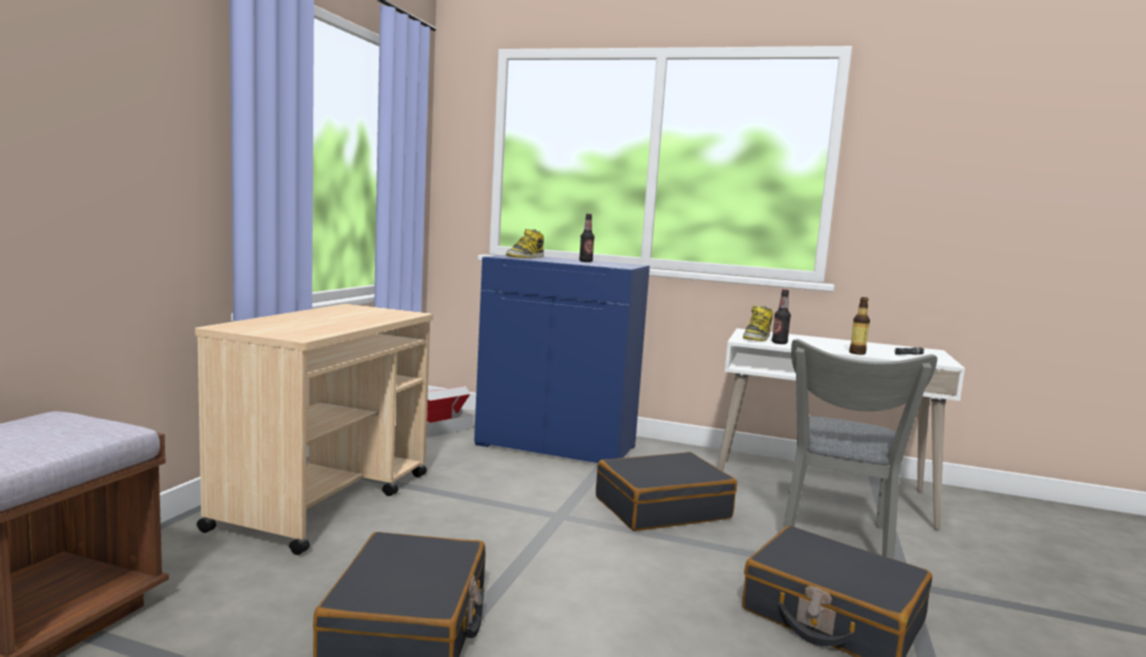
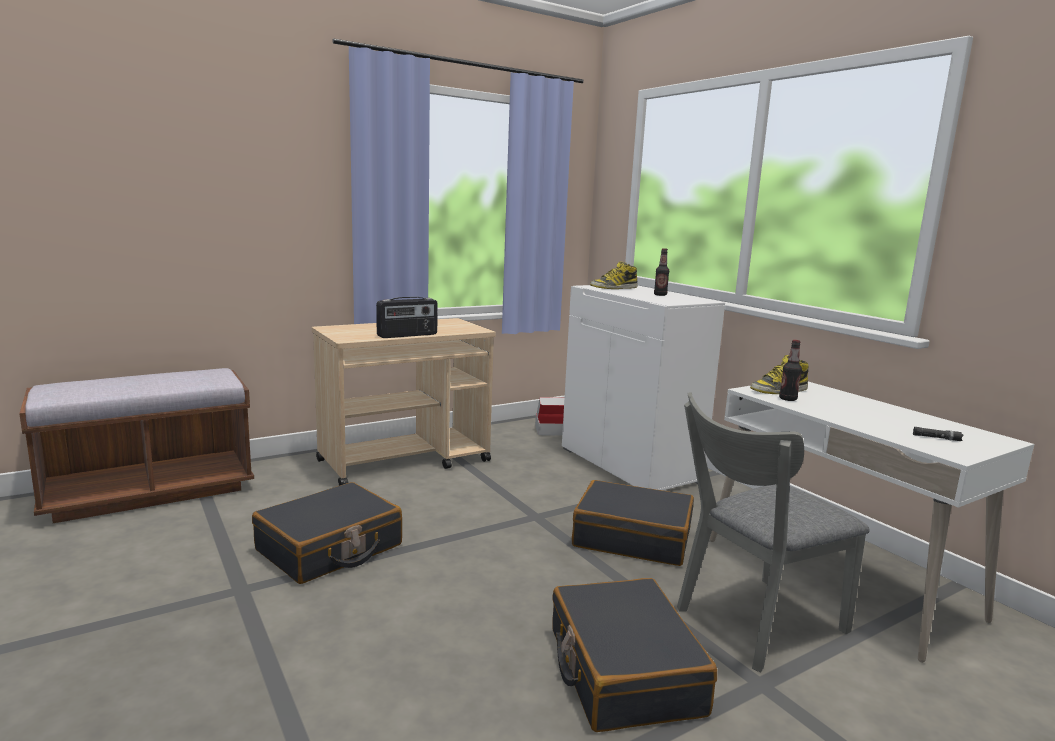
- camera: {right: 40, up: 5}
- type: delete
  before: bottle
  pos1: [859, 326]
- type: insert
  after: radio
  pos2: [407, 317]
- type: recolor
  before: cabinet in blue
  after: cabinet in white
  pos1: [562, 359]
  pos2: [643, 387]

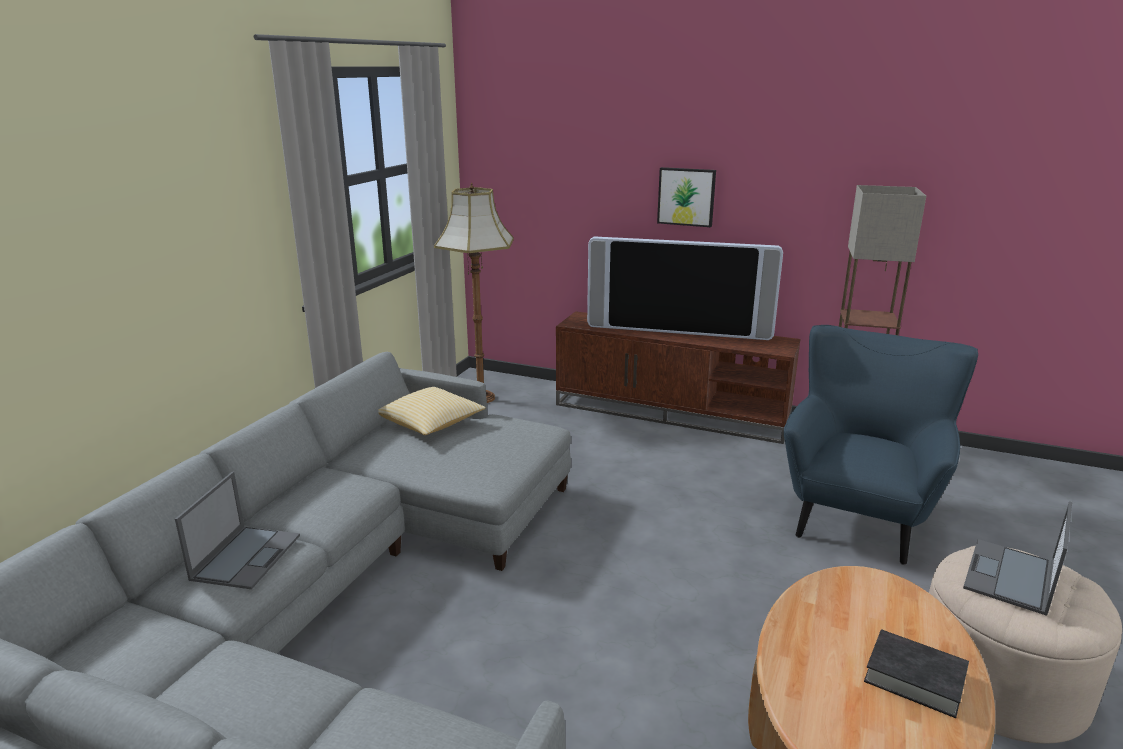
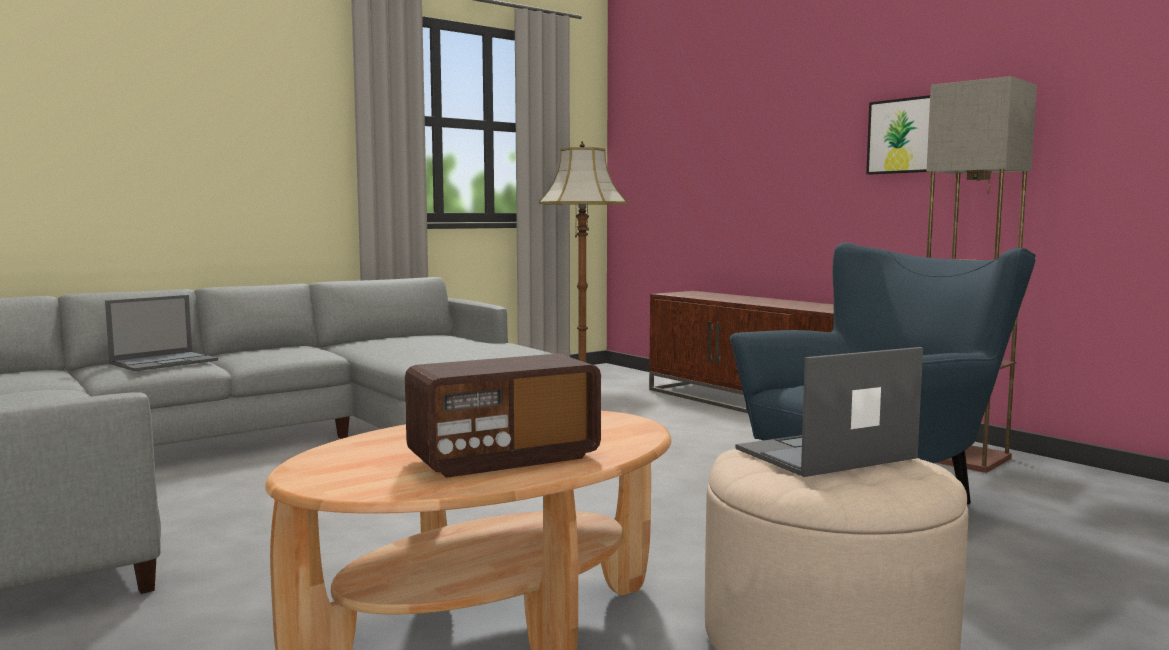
- camera: {right: 30, up: -15}
- type: delete
  before: pillow
  pos1: [432, 411]
- type: delete
  before: television
  pos1: [685, 288]
- type: move
  before: picture
  pos1: [686, 197]
  pos2: [898, 134]
- type: replace
  before: book in black
  after: radio
  pos1: [916, 673]
  pos2: [503, 416]

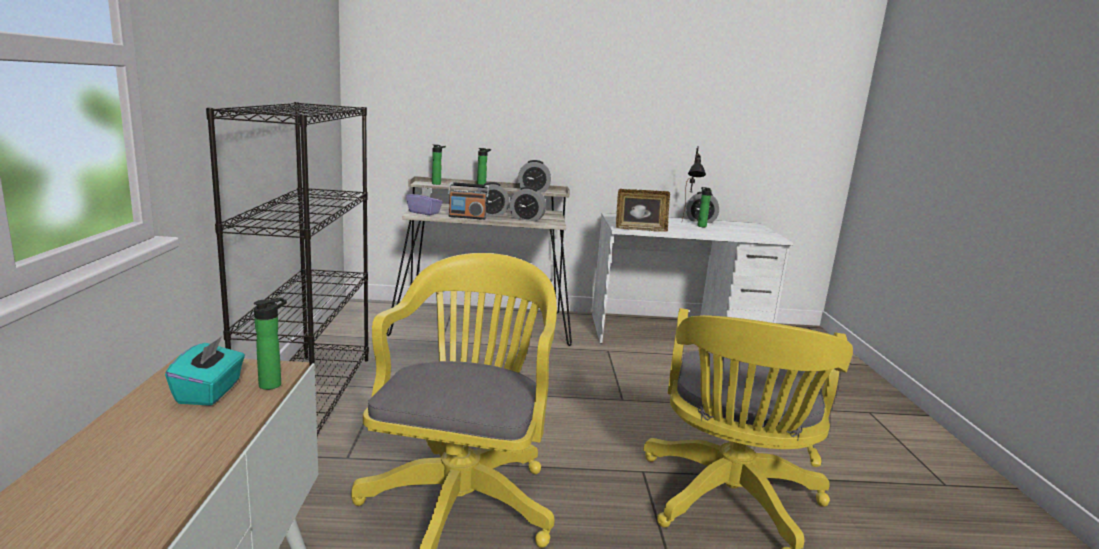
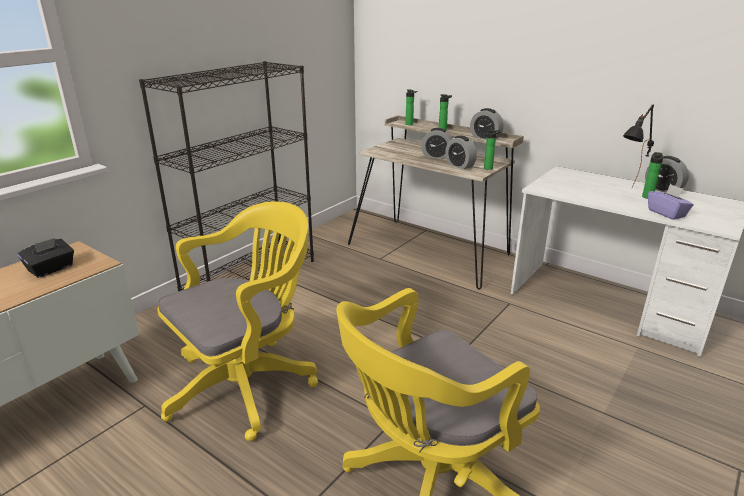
- camera: {right: 40, up: 10}
- type: delete
  before: radio
  pos1: [468, 201]
- type: delete
  before: picture frame
  pos1: [643, 210]
- type: move
  before: bottle
  pos1: [270, 343]
  pos2: [492, 150]
- type: move
  before: tissue box in purple
  pos1: [424, 201]
  pos2: [671, 202]
- type: recolor
  before: tissue box in turquoise
  after: tissue box in black
  pos1: [205, 371]
  pos2: [45, 258]

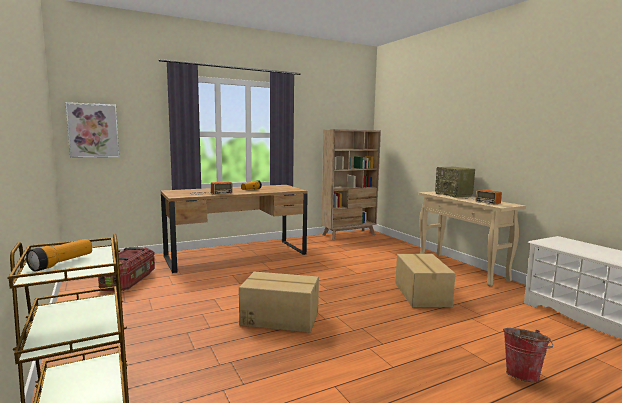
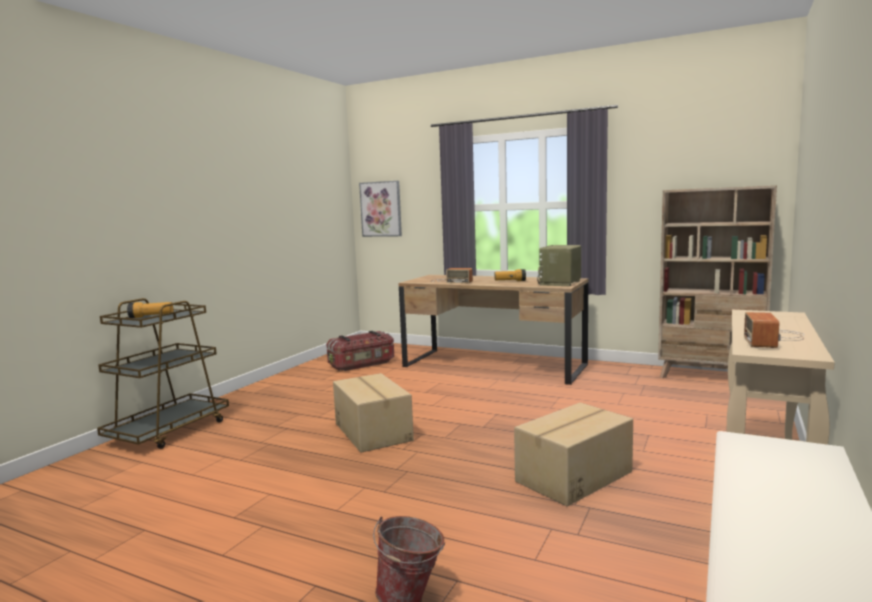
- camera: {right: 55, up: 0}
- type: move
  before: radio
  pos1: [455, 182]
  pos2: [559, 265]

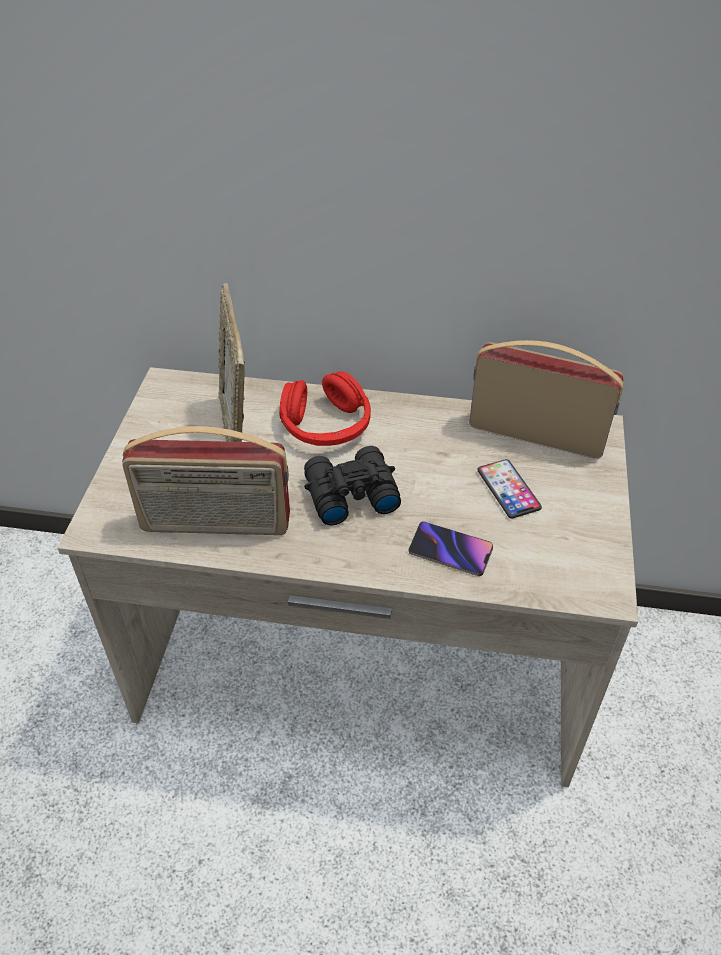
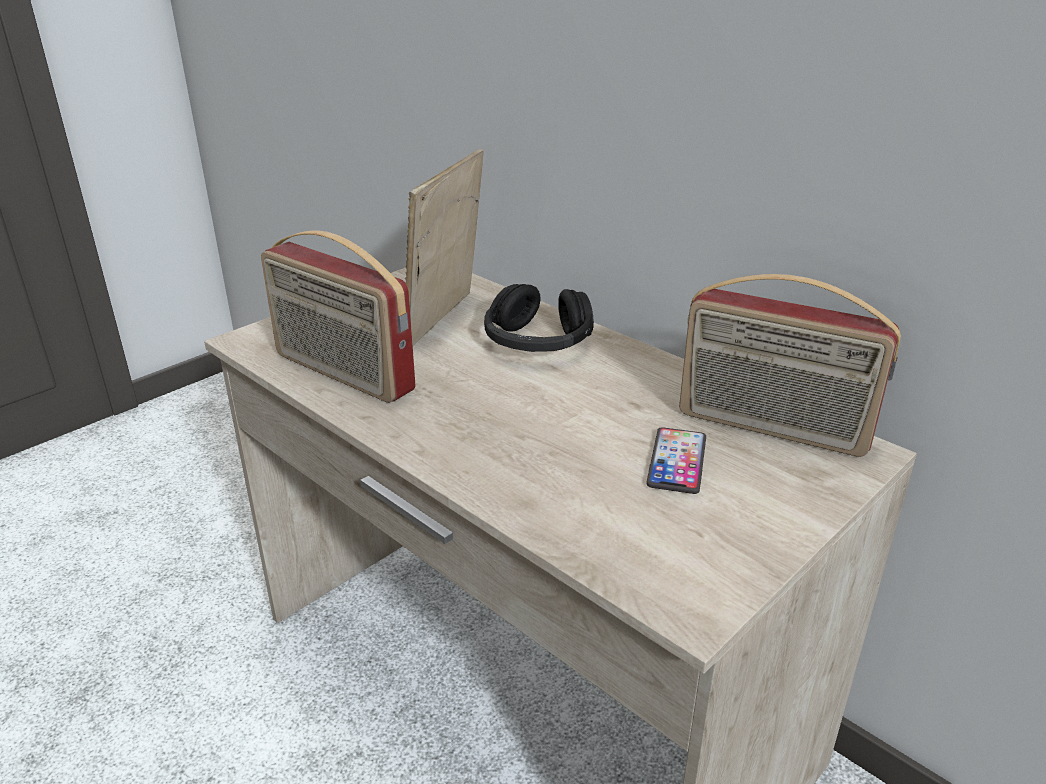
- camera: {right: 35, up: -15}
- type: delete
  before: binoculars in black
  pos1: [352, 486]
- type: delete
  before: phone
  pos1: [450, 548]
- type: recolor
  before: headphones in red
  after: headphones in black
  pos1: [325, 408]
  pos2: [539, 318]
- type: rotate
  before: radio
  pos1: [546, 399]
  pos2: [790, 365]
  turn: 150

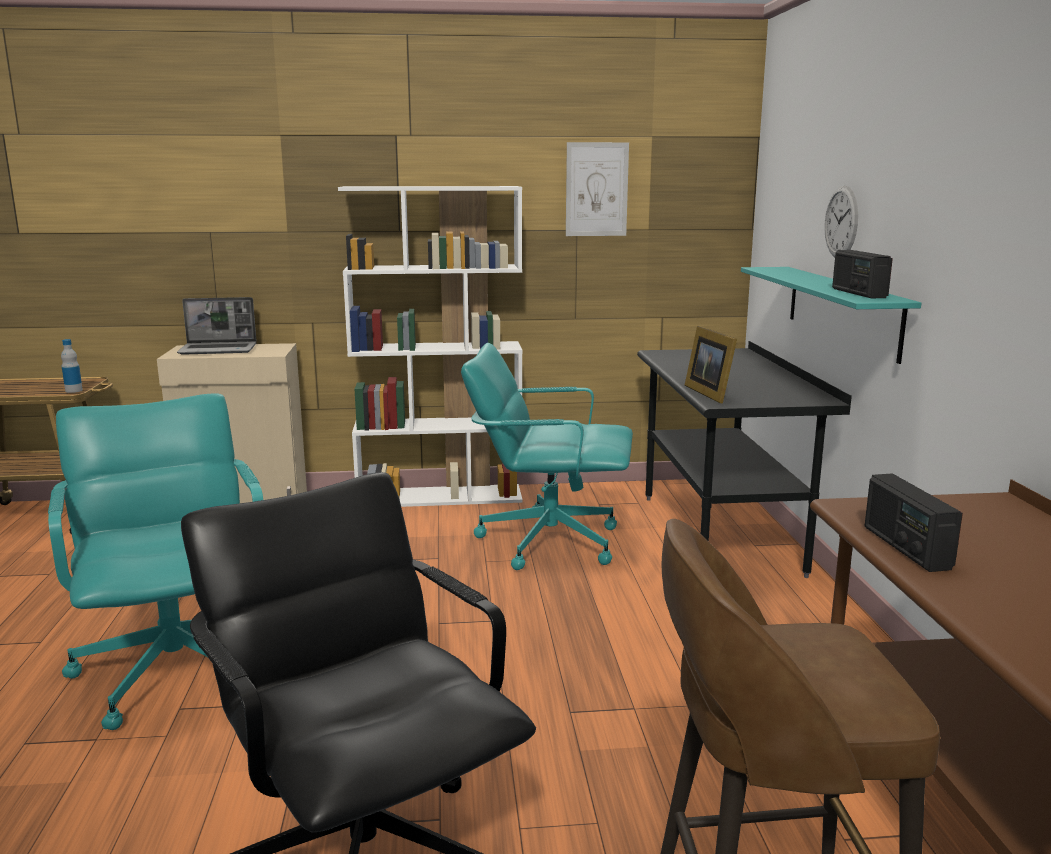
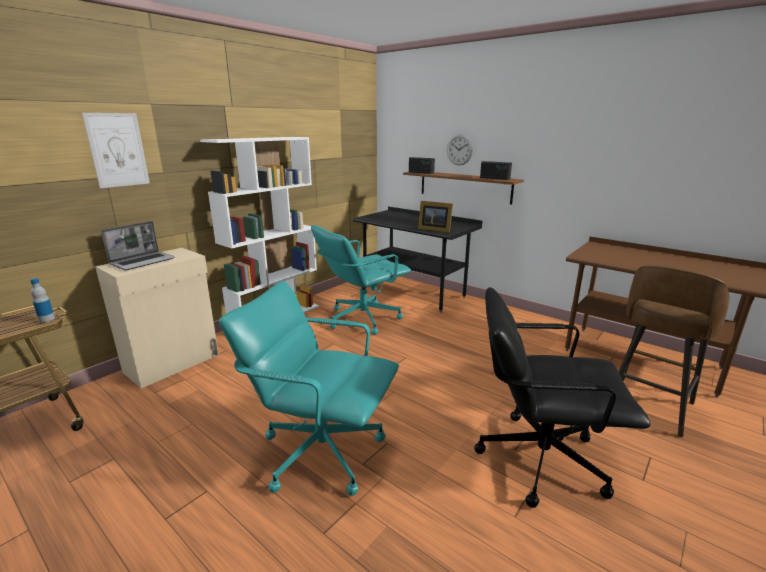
- camera: {right: -45, up: 5}
- type: move
  before: picture
  pos1: [597, 189]
  pos2: [116, 150]
- type: move
  before: radio
  pos1: [914, 523]
  pos2: [422, 165]
- type: recolor
  before: shelf in turquoise
  after: shelf in brown
  pos1: [831, 315]
  pos2: [463, 188]

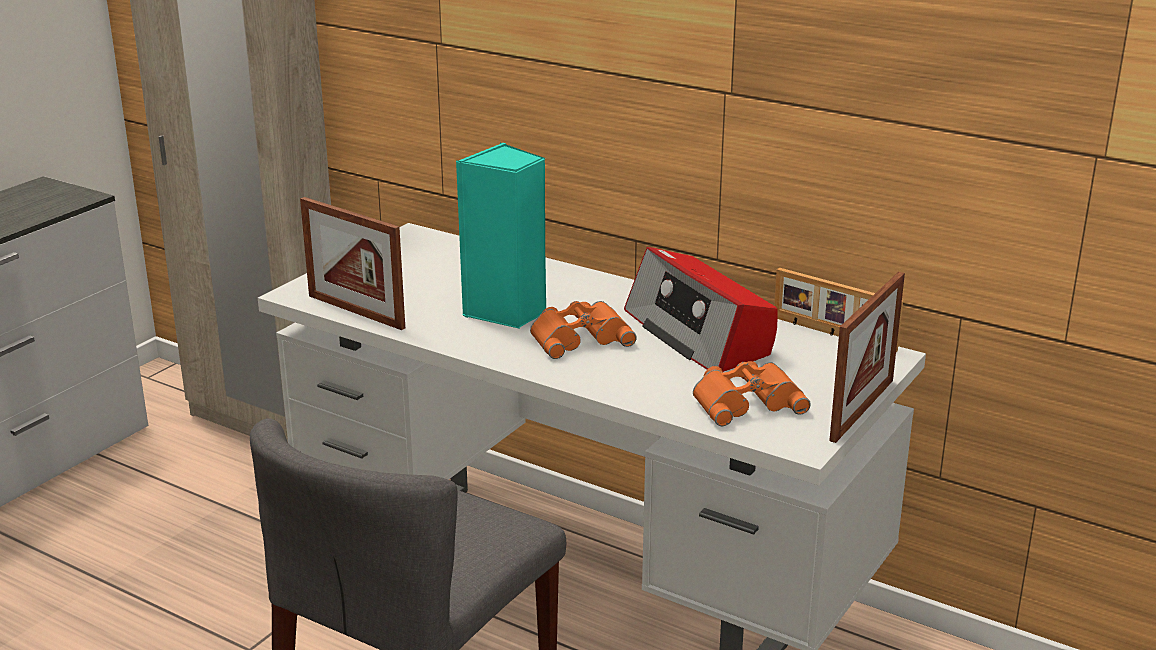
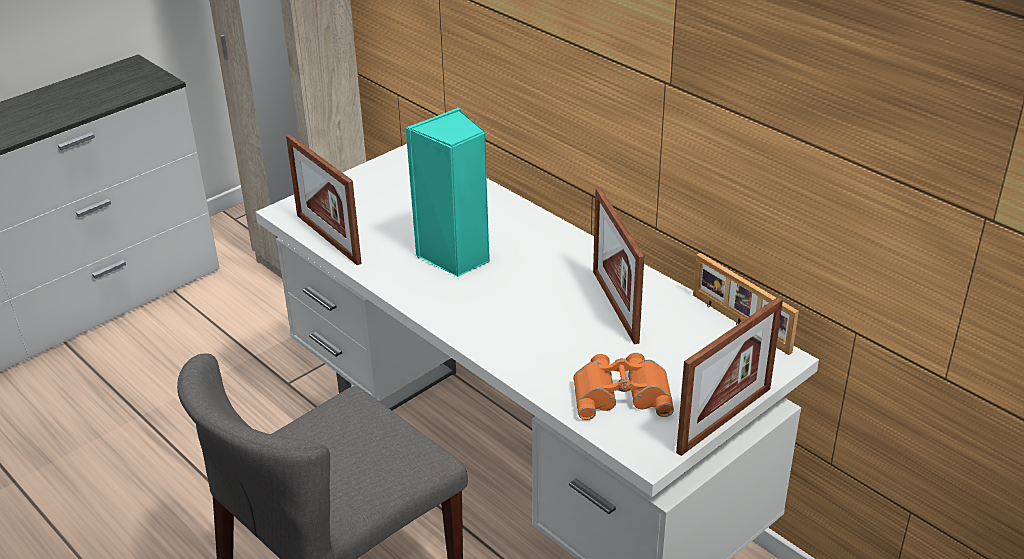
- camera: {right: 15, up: 10}
- type: delete
  before: binoculars in orange
  pos1: [583, 330]
- type: replace
  before: radio
  after: picture frame
  pos1: [701, 309]
  pos2: [618, 265]

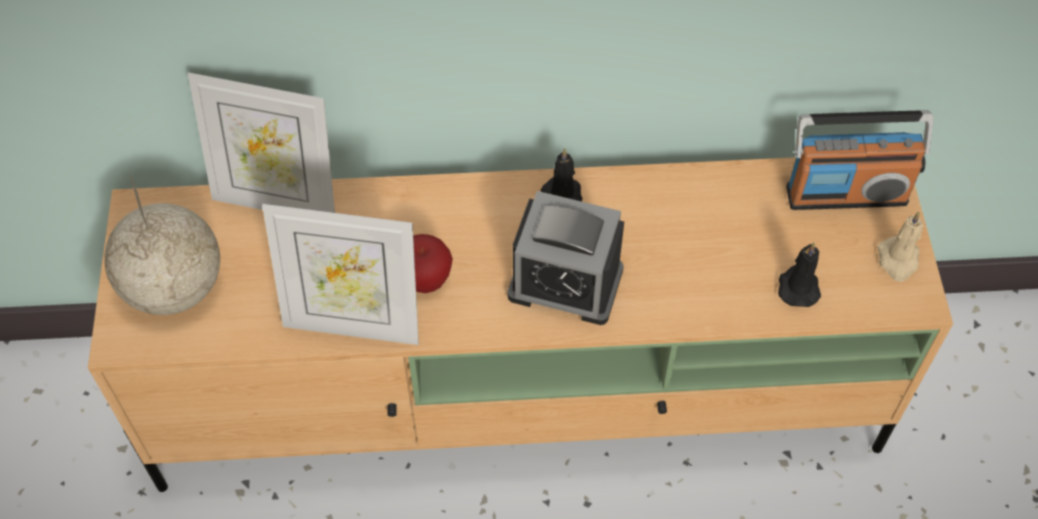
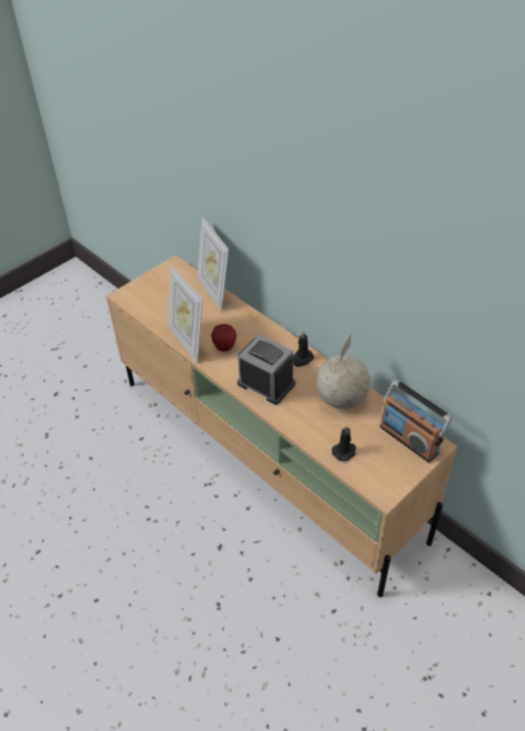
- camera: {right: 50, up: -10}
- type: delete
  before: candle in beige
  pos1: [900, 247]
- type: move
  before: globe
  pos1: [162, 242]
  pos2: [343, 372]
- type: rotate
  before: alarm clock
  pos1: [565, 258]
  pos2: [266, 369]
  turn: 150

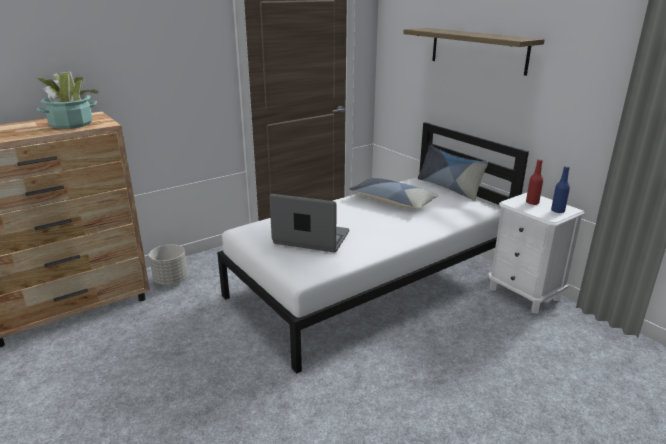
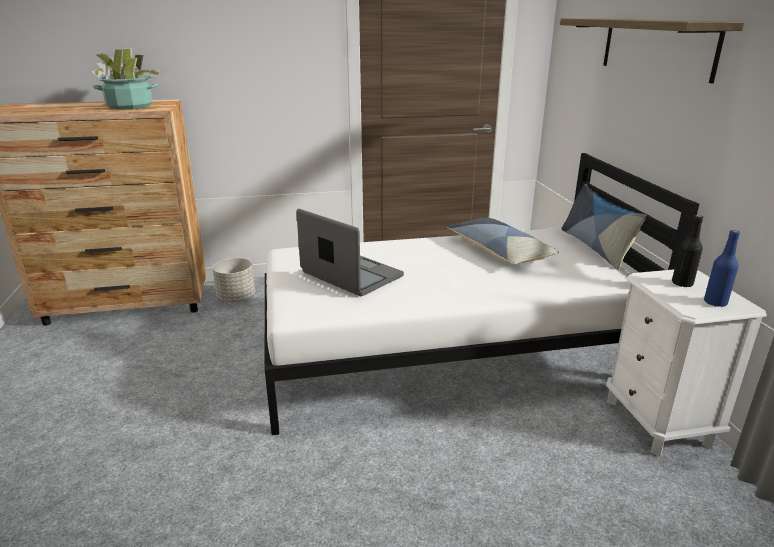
- camera: {right: 25, up: 0}
- type: recolor
  before: bottle in red
  after: bottle in black
  pos1: [534, 182]
  pos2: [687, 251]

